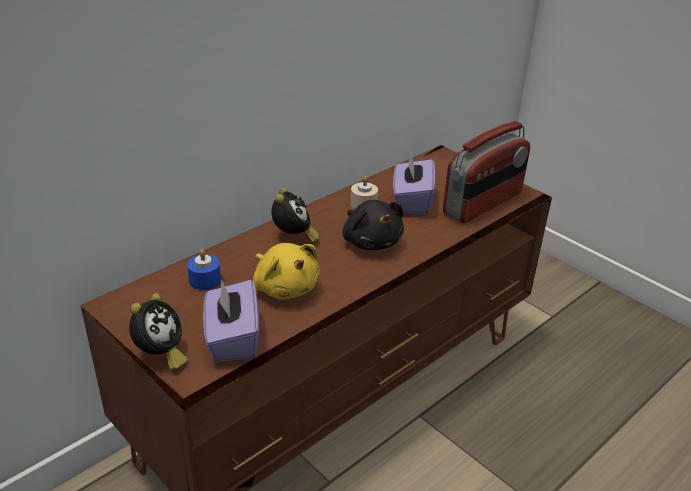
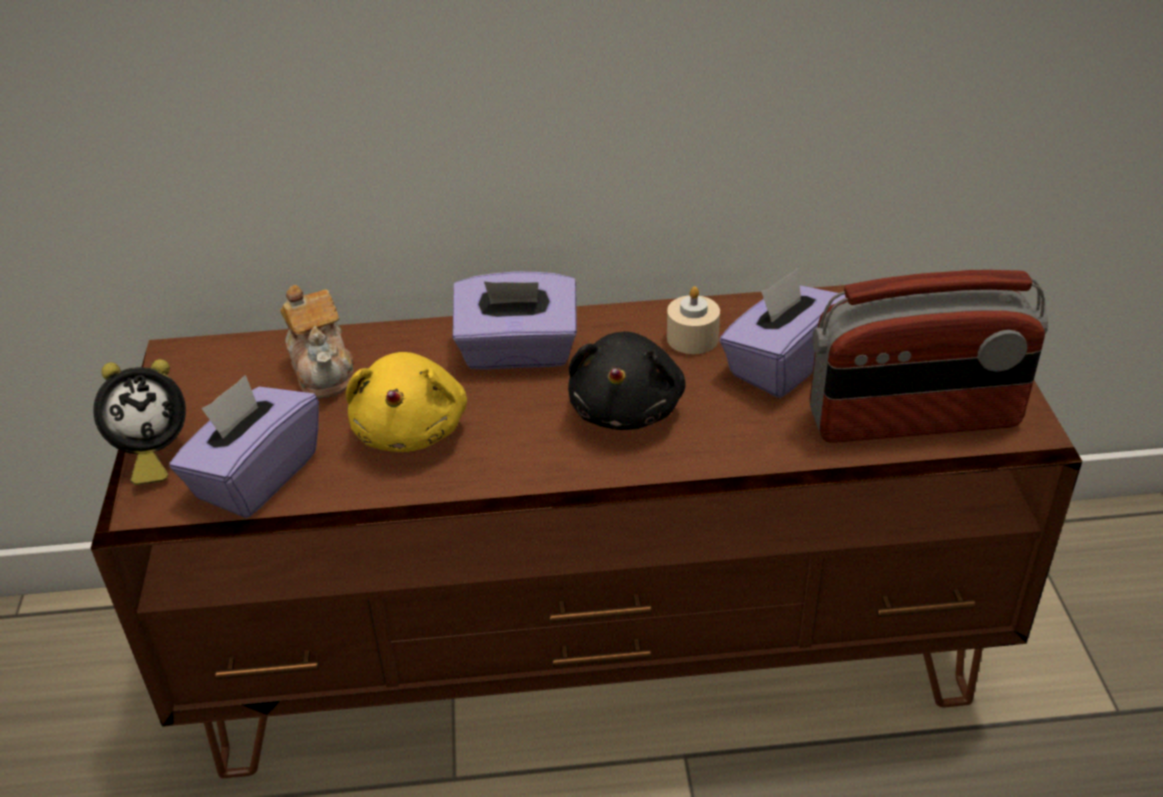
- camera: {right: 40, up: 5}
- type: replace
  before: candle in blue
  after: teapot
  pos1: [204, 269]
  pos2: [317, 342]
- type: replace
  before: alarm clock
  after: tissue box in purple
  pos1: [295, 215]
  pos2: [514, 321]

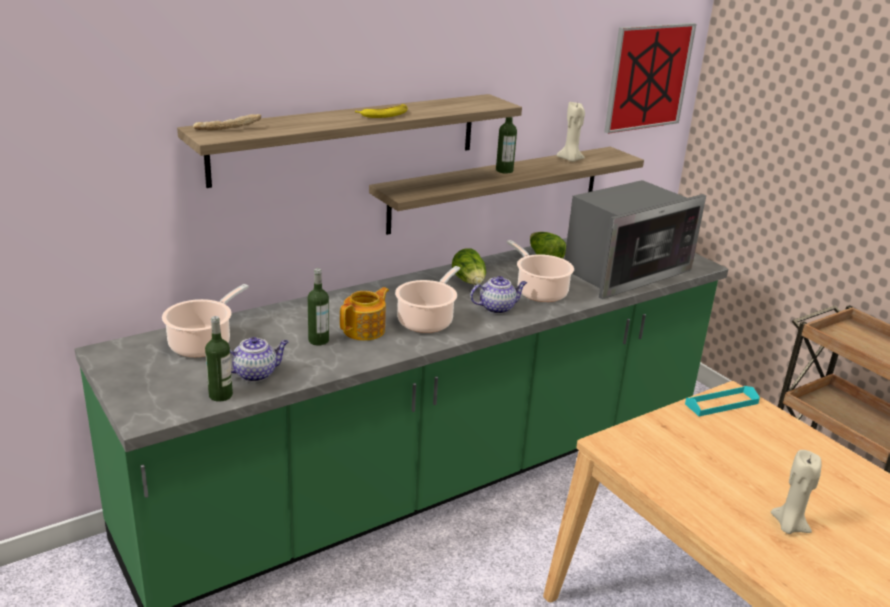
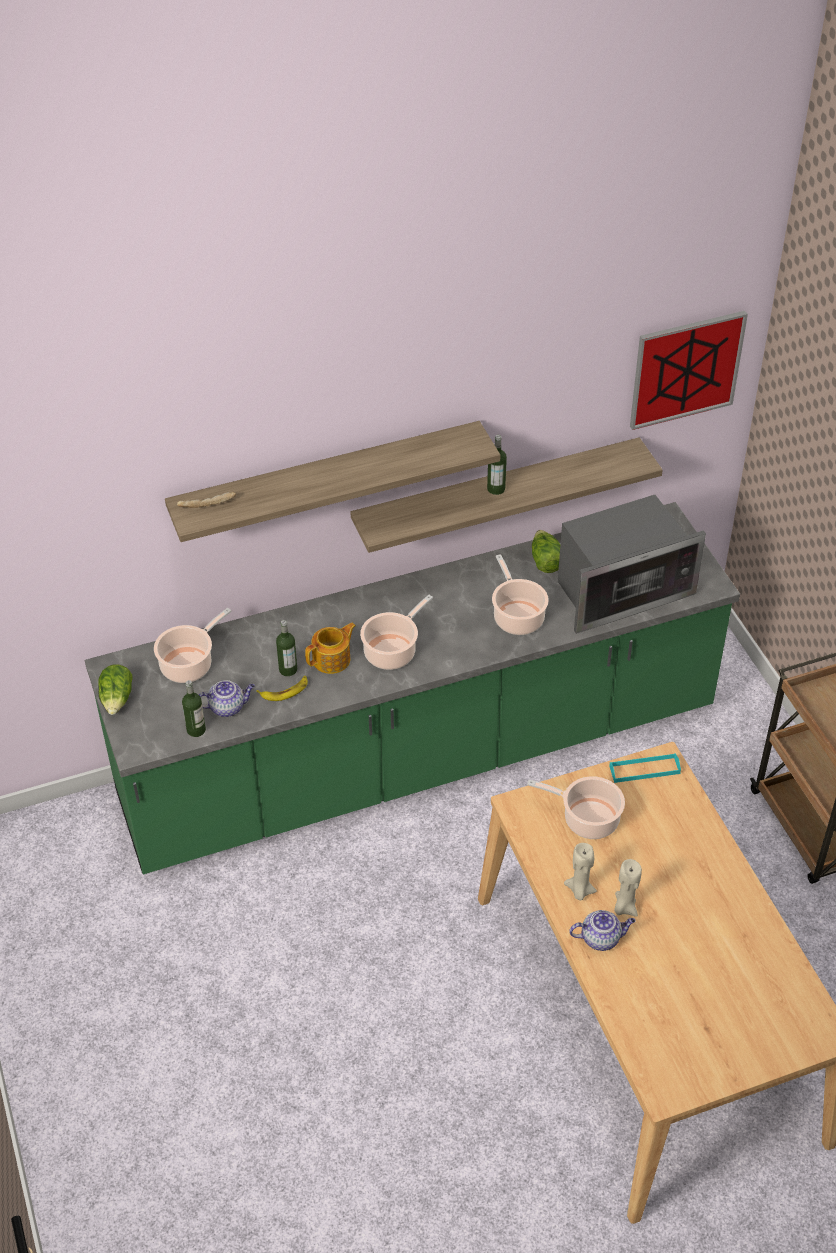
- camera: {right: 15, up: 20}
- type: insert
  after: cooking pot
  pos2: [576, 807]
- type: move
  before: banana
  pos1: [381, 111]
  pos2: [282, 688]
- type: move
  before: lettuce
  pos1: [469, 266]
  pos2: [115, 690]
- type: move
  before: teapot
  pos1: [498, 295]
  pos2: [602, 930]
- type: move
  before: candle in beige
  pos1: [570, 132]
  pos2: [580, 871]

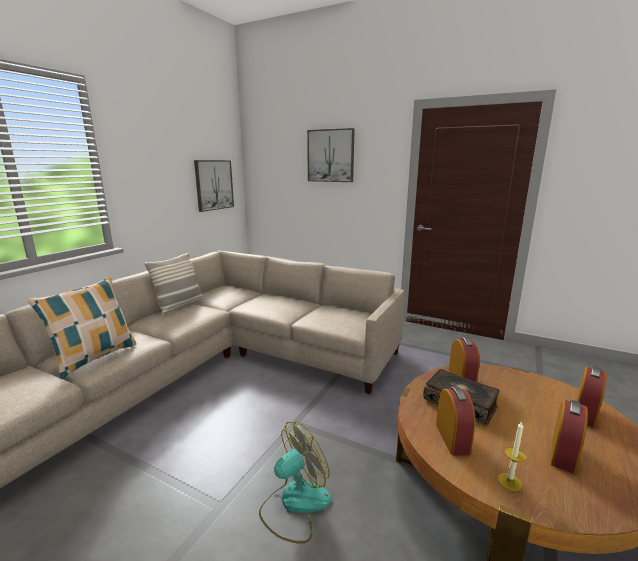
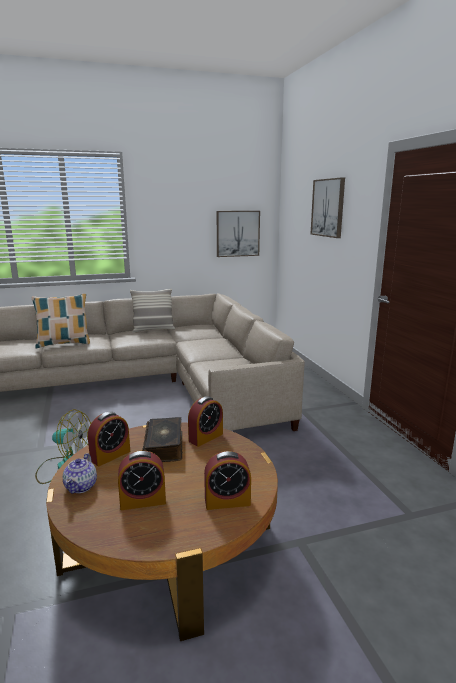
- camera: {right: 45, up: 0}
- type: replace
  before: candle
  after: teapot
  pos1: [512, 456]
  pos2: [80, 473]

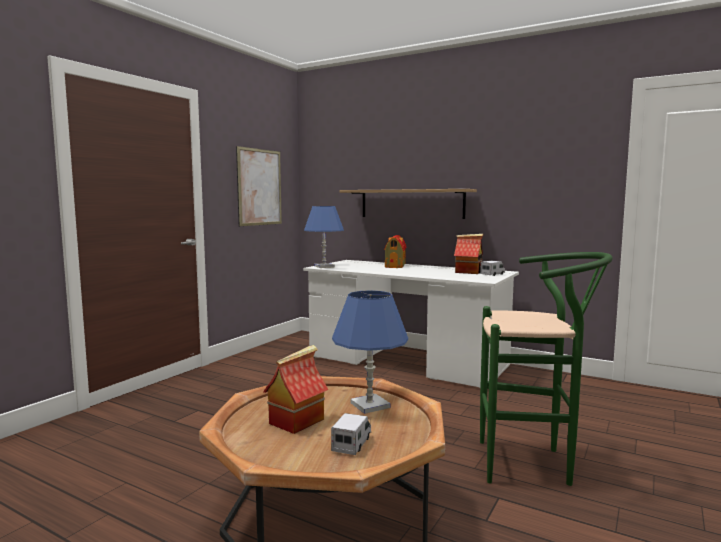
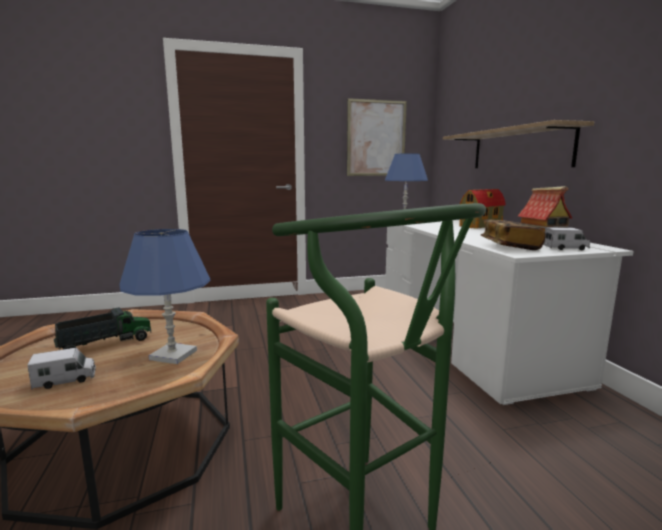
- camera: {right: 45, up: 5}
- type: insert
  after: book
  pos2: [513, 234]
- type: replace
  before: toy house
  after: toy truck
  pos1: [295, 389]
  pos2: [102, 328]

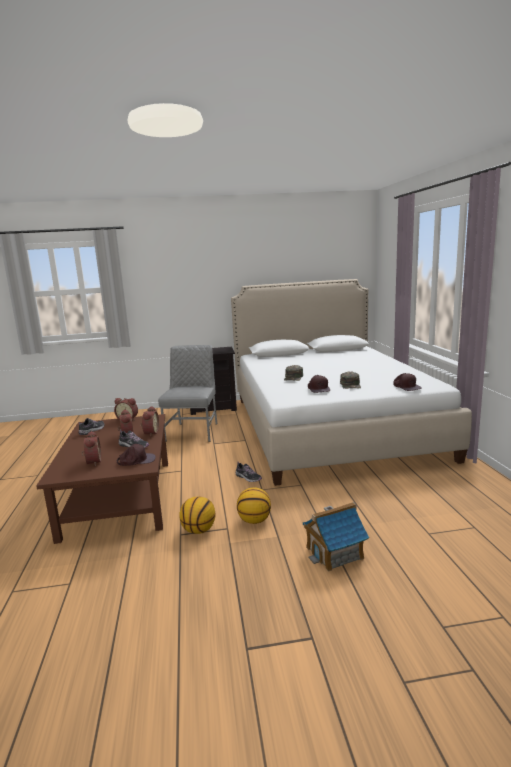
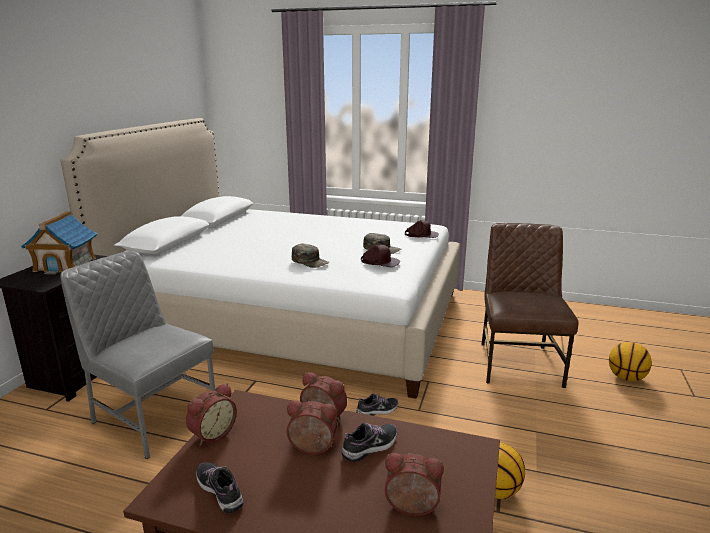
- camera: {right: -65, up: 5}
- type: delete
  before: cap in brown
  pos1: [136, 455]
- type: insert
  after: chair in brown
  pos2: [530, 305]
- type: move
  before: basketball
  pos1: [254, 505]
  pos2: [630, 361]
- type: move
  before: toy house
  pos1: [336, 537]
  pos2: [59, 242]

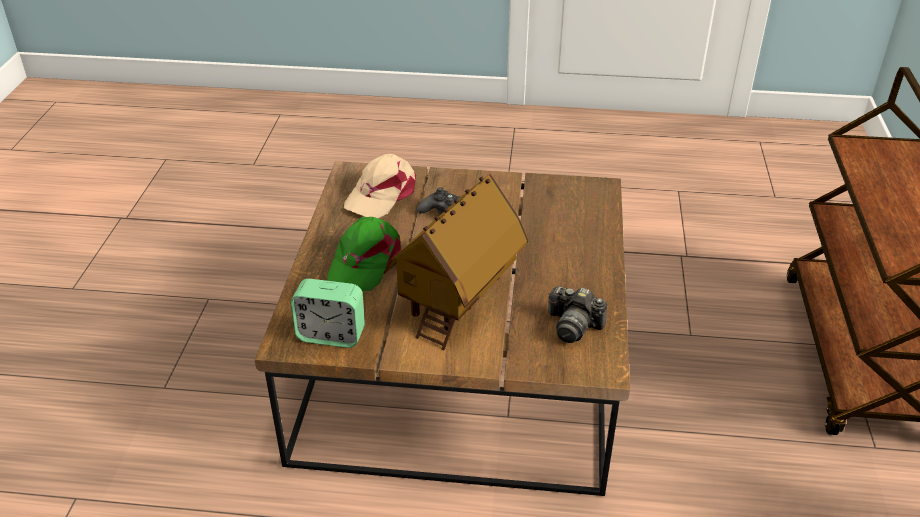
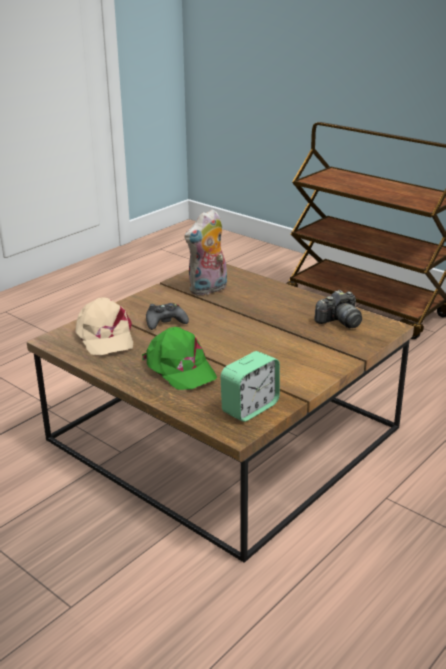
- camera: {right: -55, up: -10}
- type: delete
  before: toy house
  pos1: [456, 262]
- type: insert
  after: plush toy
  pos2: [205, 252]

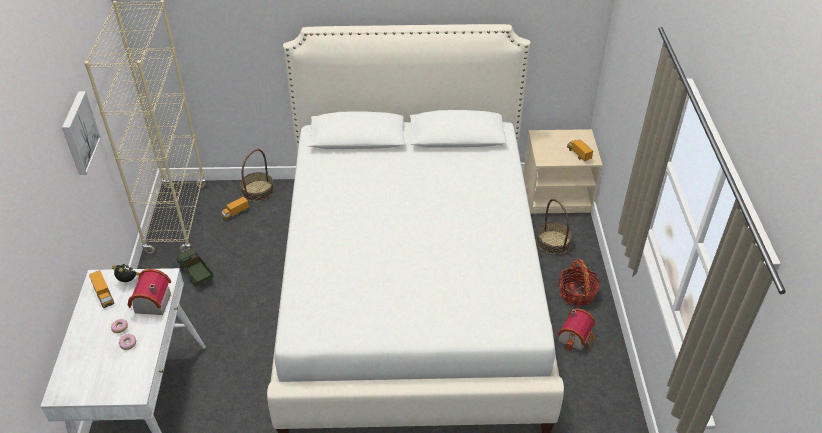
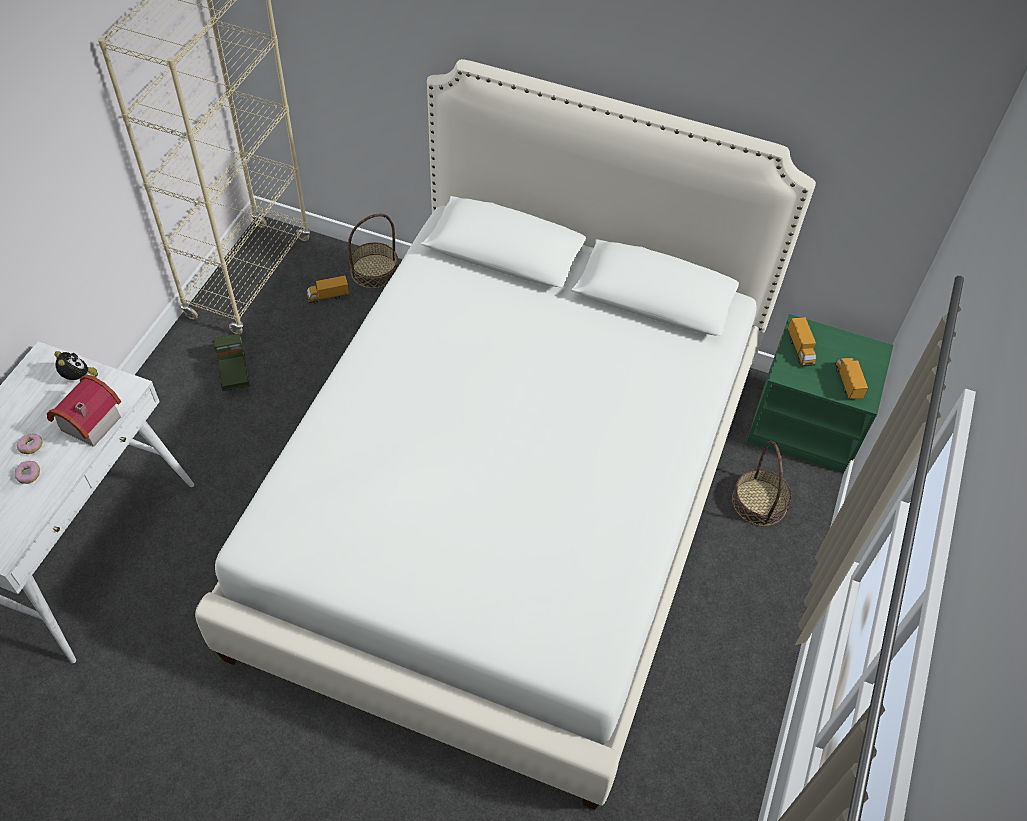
- camera: {right: 20, up: 10}
- type: delete
  before: picture
  pos1: [81, 133]
- type: delete
  before: toy house
  pos1: [576, 330]
- type: delete
  before: basket
  pos1: [579, 283]
- type: move
  before: toy truck
  pos1: [102, 289]
  pos2: [802, 342]
- type: recolor
  before: nightstand in beige
  after: nightstand in green
  pos1: [563, 171]
  pos2: [819, 393]

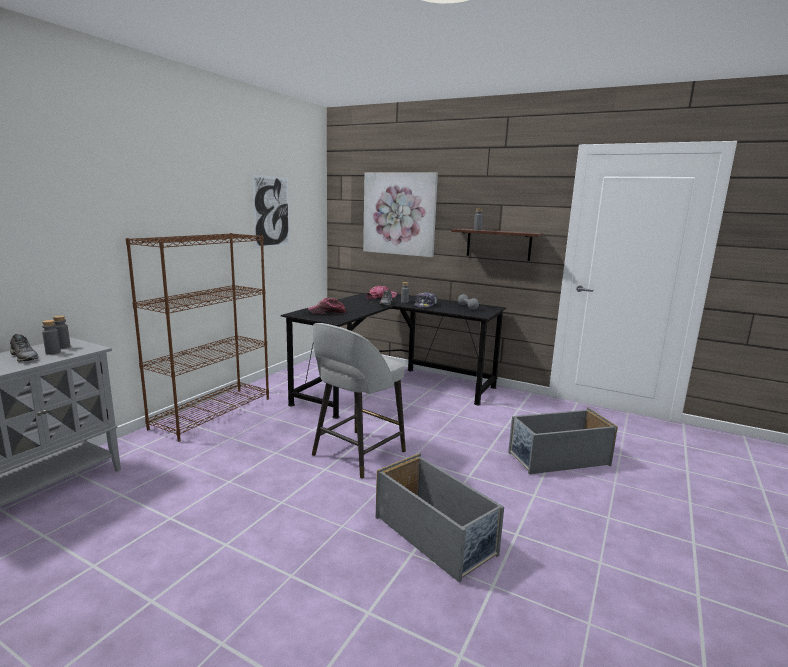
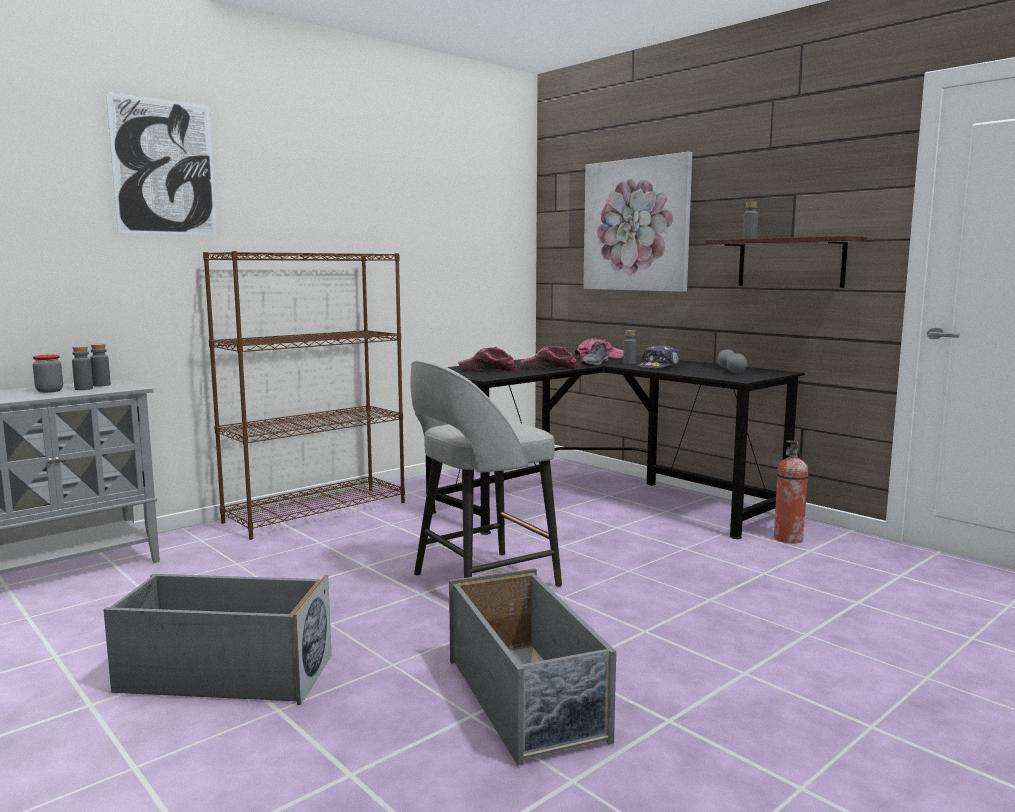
- camera: {right: 20, up: -5}
- type: insert
  after: cap
  pos2: [549, 358]
- type: insert
  after: fire extinguisher
  pos2: [791, 491]
- type: move
  before: picture
  pos1: [271, 211]
  pos2: [161, 164]
- type: move
  before: storage box in grey
  pos1: [563, 441]
  pos2: [217, 639]
- type: replace
  before: shoe in grey
  after: jar
  pos1: [24, 348]
  pos2: [48, 373]

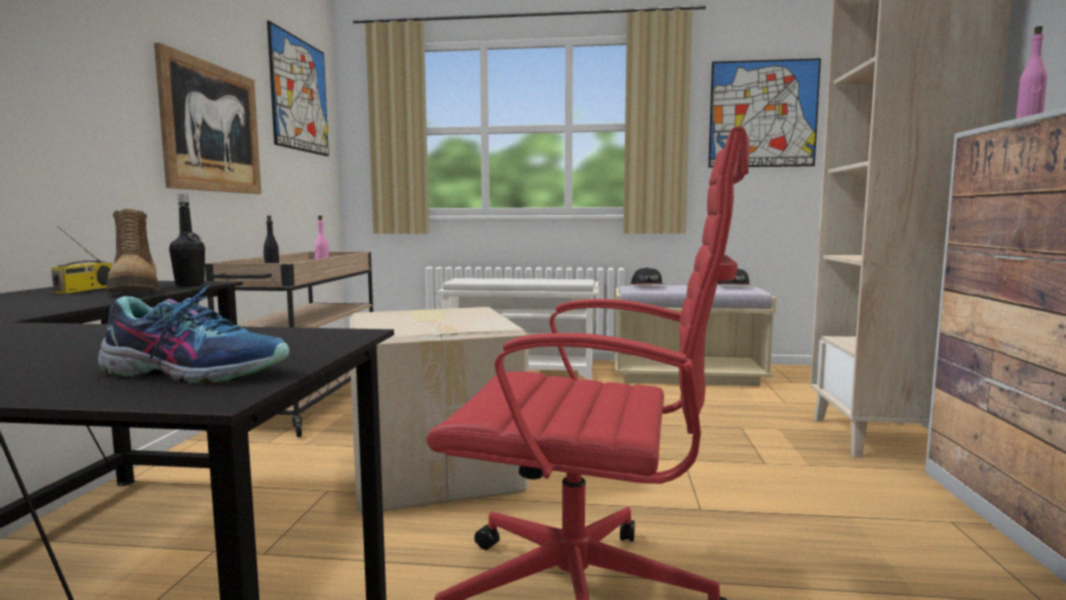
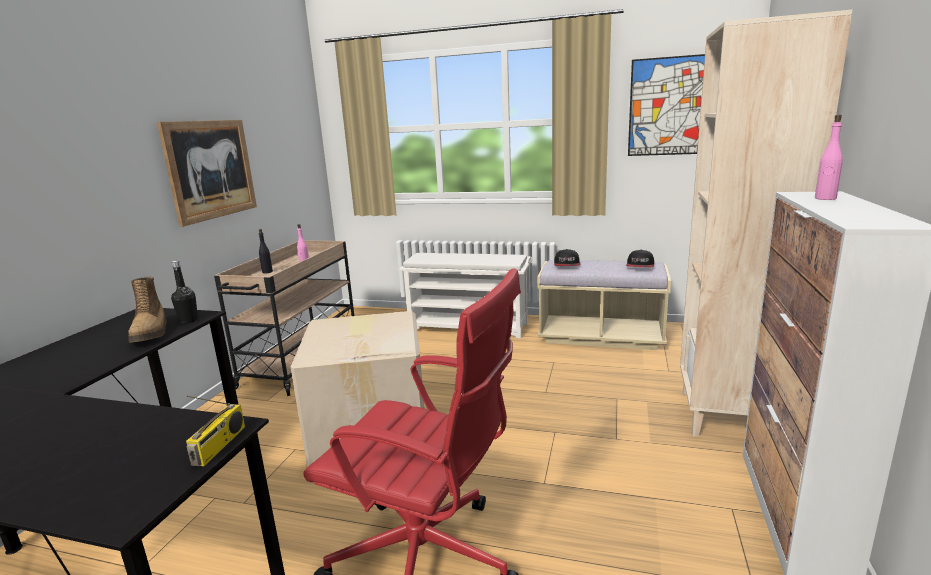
- camera: {right: 10, up: 10}
- type: delete
  before: shoe
  pos1: [193, 334]
- type: delete
  before: picture
  pos1: [298, 88]
- type: move
  before: radio
  pos1: [81, 260]
  pos2: [215, 430]

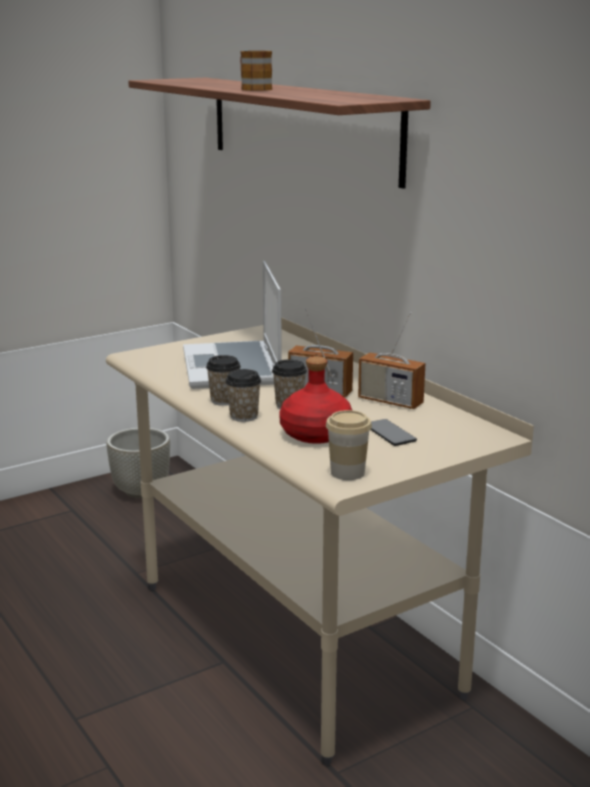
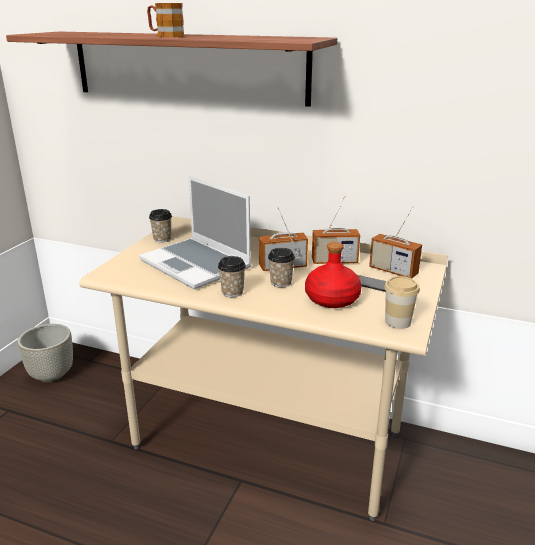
- camera: {right: -35, up: 5}
- type: insert
  after: radio
  pos2: [395, 242]
- type: move
  before: cup
  pos1: [243, 395]
  pos2: [160, 225]

